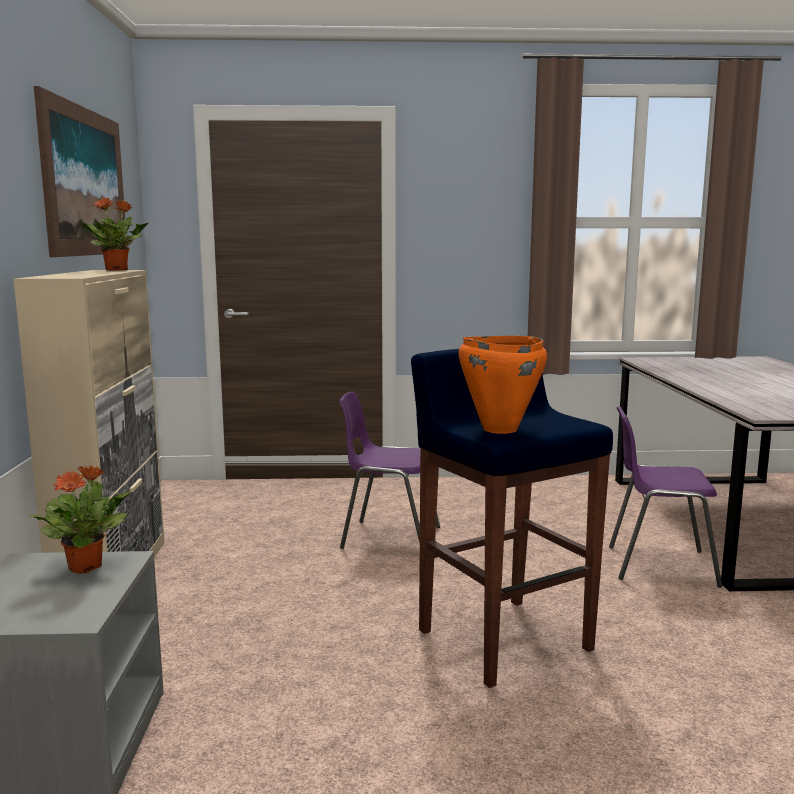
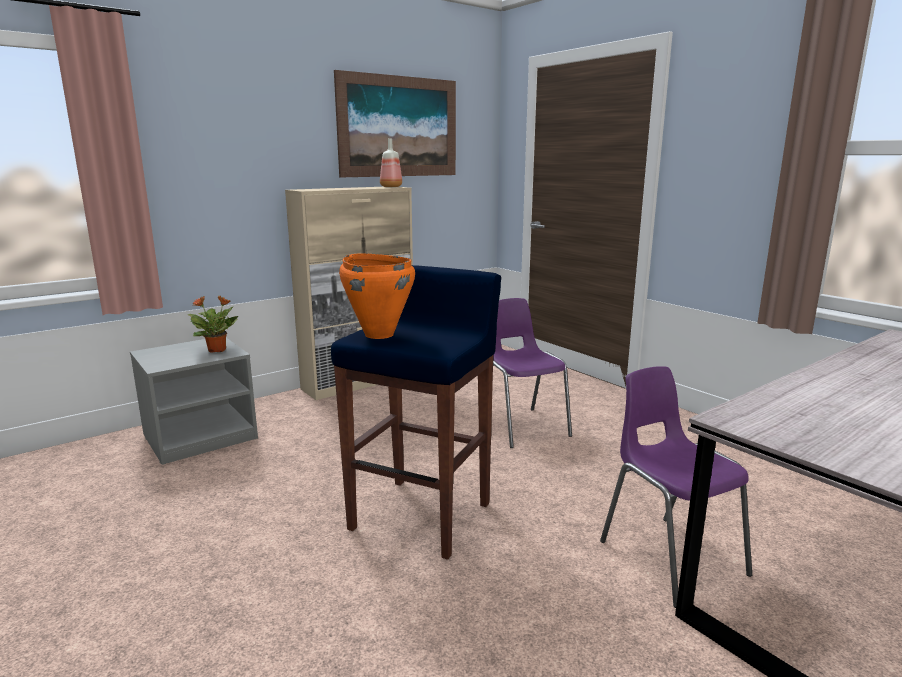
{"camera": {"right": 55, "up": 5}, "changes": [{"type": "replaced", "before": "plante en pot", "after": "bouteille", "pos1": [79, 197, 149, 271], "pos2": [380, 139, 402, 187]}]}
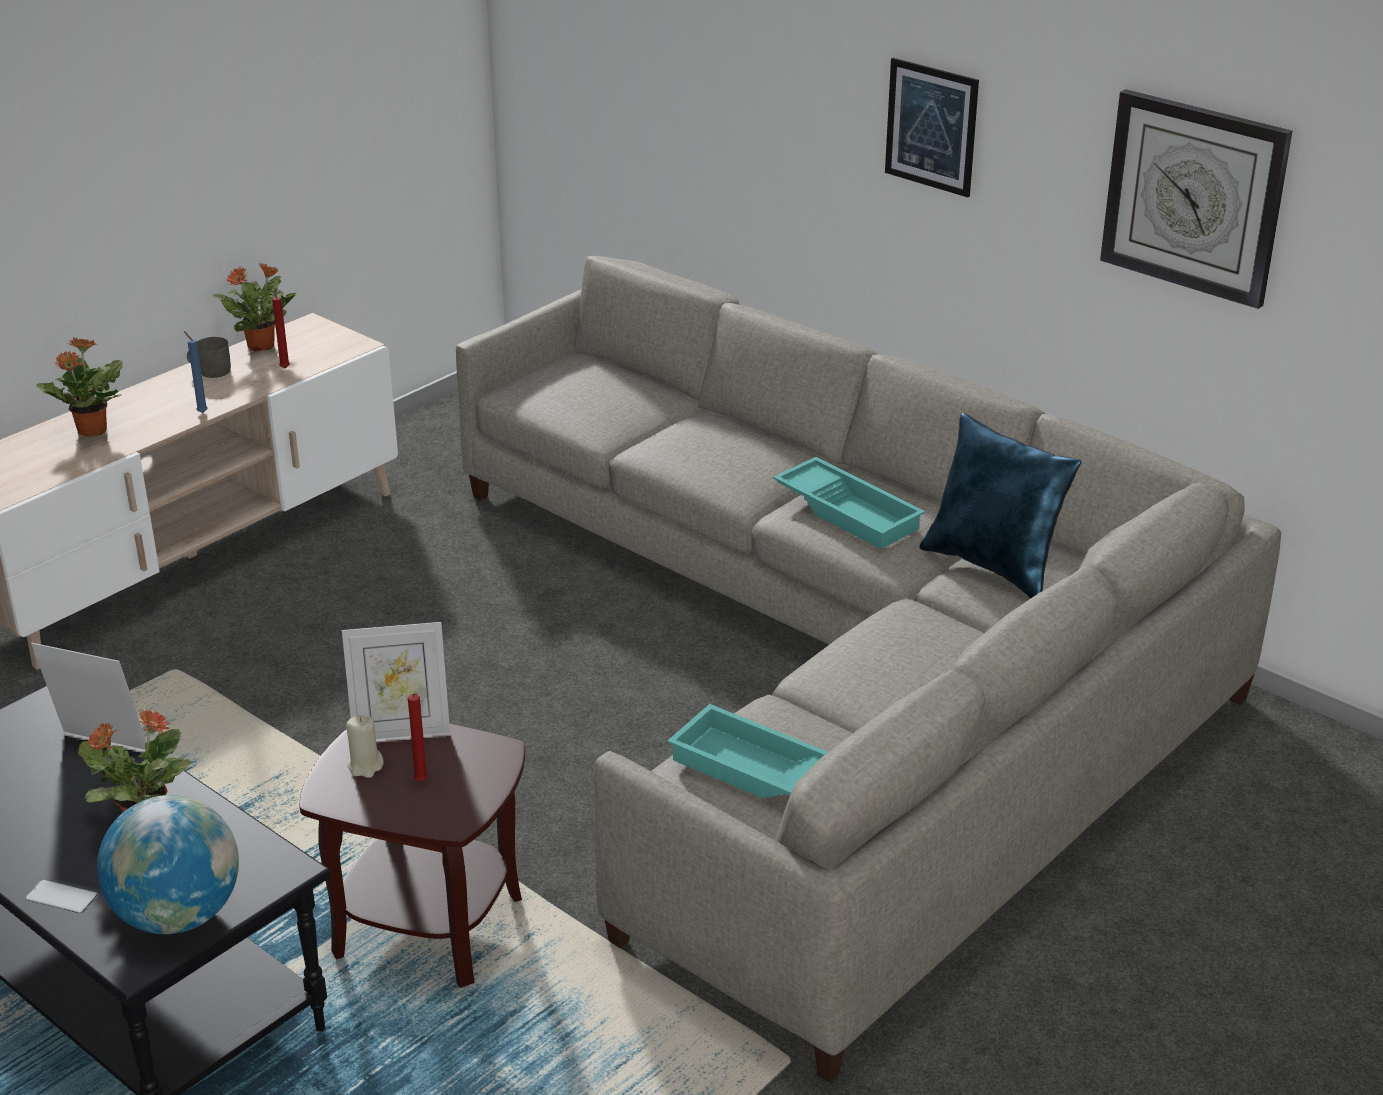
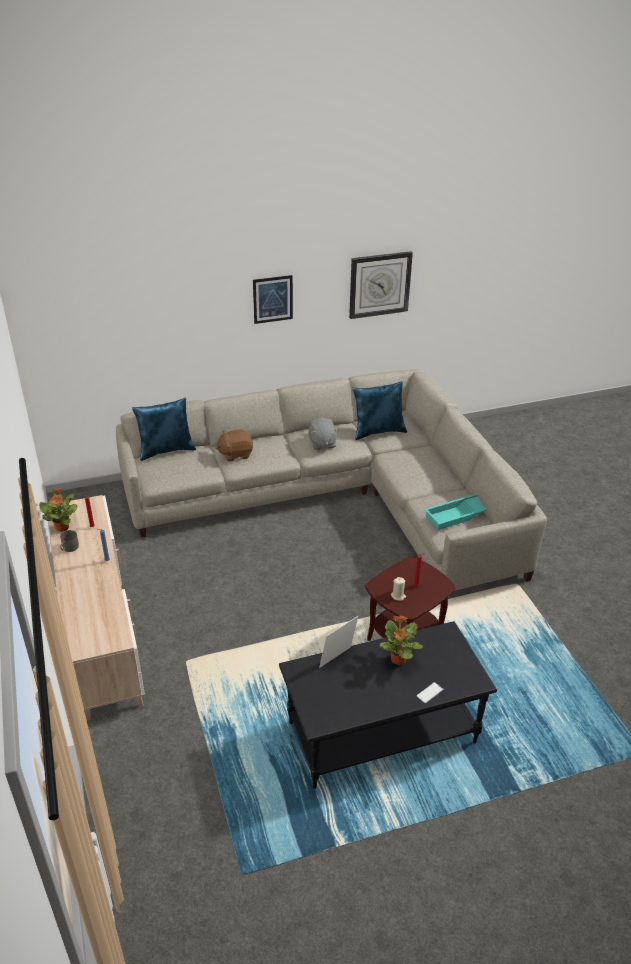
{"camera": {"right": -60, "up": 5}, "changes": [{"type": "removed", "before": "plante en pot", "pos1": [36, 337, 123, 437]}, {"type": "removed", "before": "globe", "pos1": [97, 795, 239, 934]}, {"type": "removed", "before": "cadre photo", "pos1": [342, 622, 450, 739]}, {"type": "added", "after": "coussin (bleu)", "pos2": [132, 398, 196, 461]}, {"type": "added", "after": "peluche (marron)", "pos2": [215, 429, 253, 462]}, {"type": "replaced", "before": "plateau (turquoise)", "after": "peluche (gris)", "pos1": [773, 457, 925, 549], "pos2": [308, 418, 339, 450]}]}
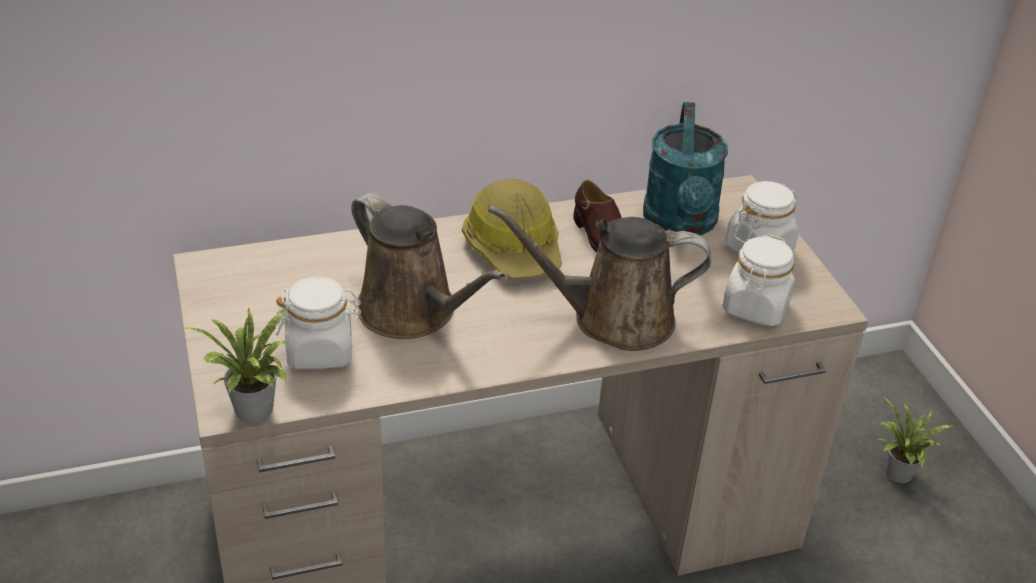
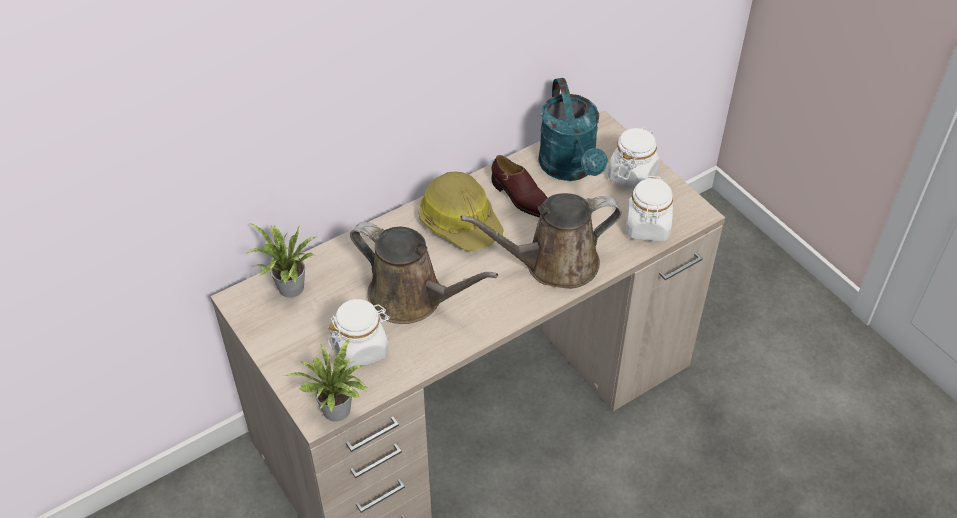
{"camera": {"right": -15, "up": 10}, "changes": [{"type": "moved", "before": "plante en pot", "pos1": [877, 397, 952, 483], "pos2": [245, 224, 316, 298]}]}
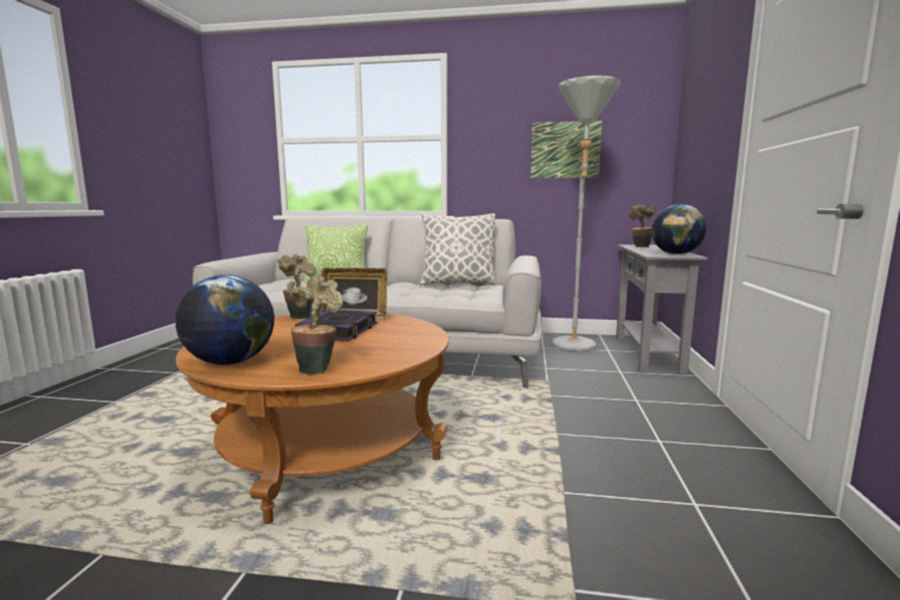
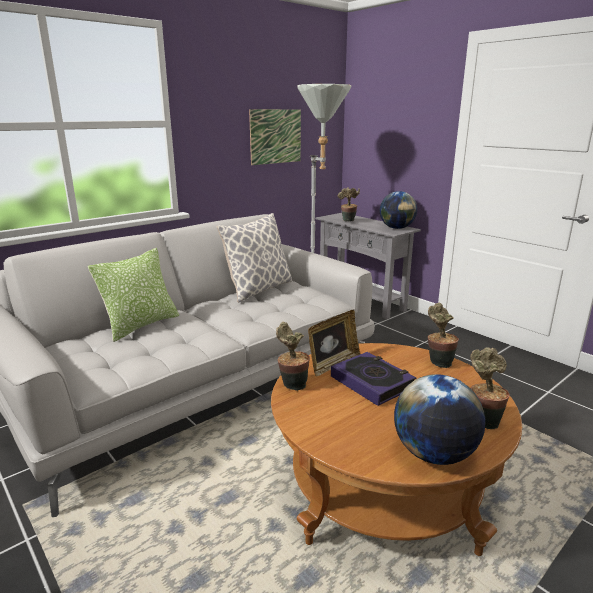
{"camera": {"right": -50, "up": 10}, "changes": [{"type": "added", "after": "plante en pot", "pos2": [428, 303, 459, 368]}]}
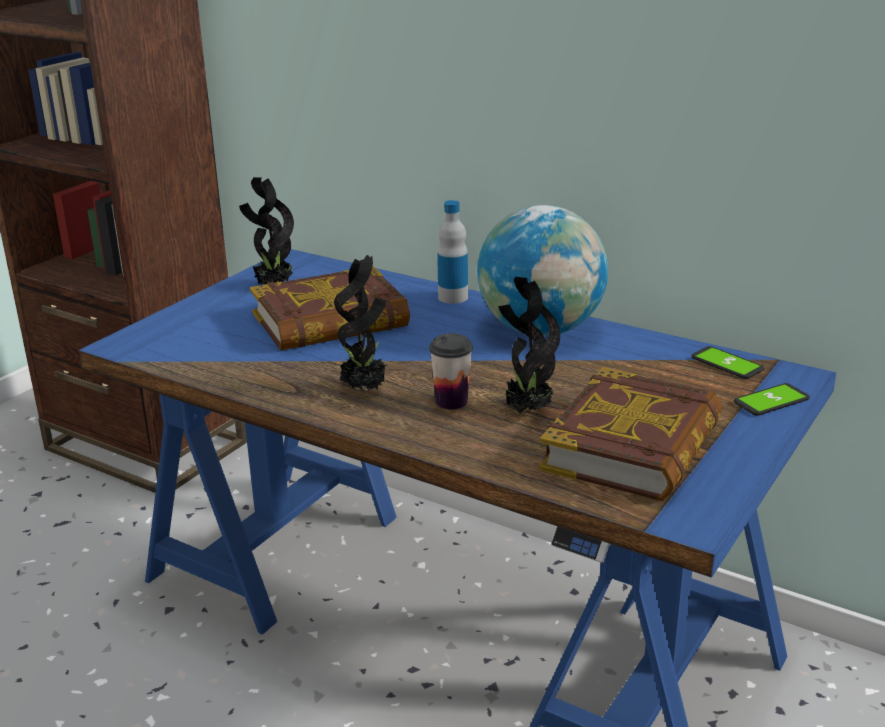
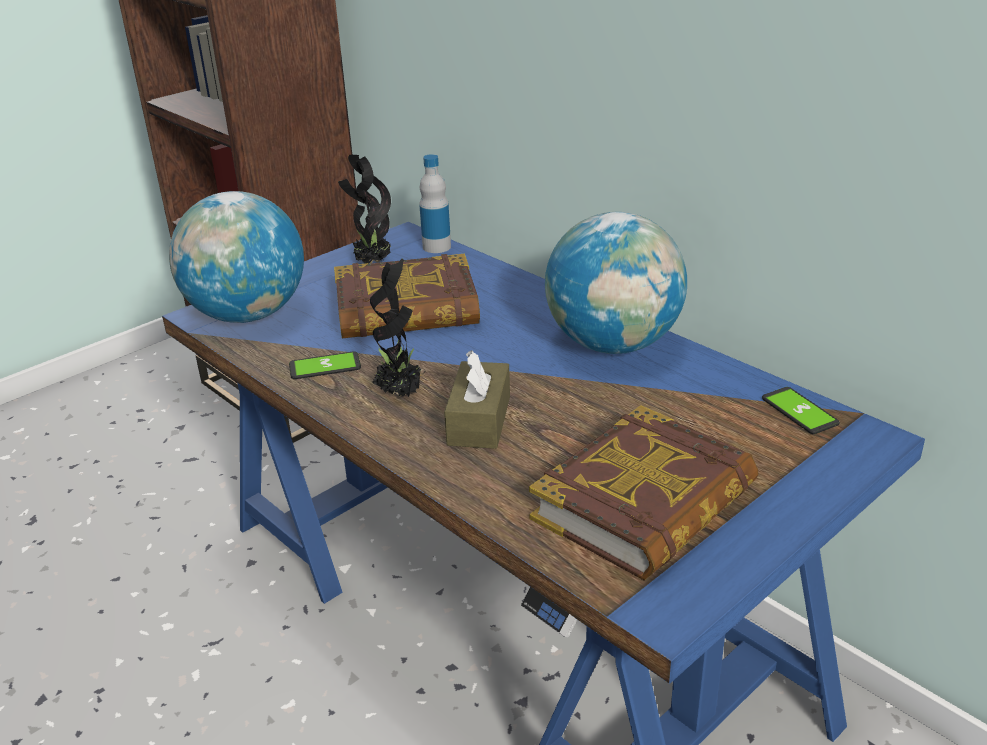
{"camera": {"right": 15, "up": 5}, "changes": [{"type": "removed", "before": "plante en pot", "pos1": [498, 277, 560, 413]}, {"type": "added", "after": "globe", "pos2": [169, 191, 304, 323]}, {"type": "moved", "before": "bouteille", "pos1": [437, 200, 468, 304], "pos2": [419, 154, 451, 253]}, {"type": "moved", "before": "téléphone", "pos1": [734, 383, 810, 416], "pos2": [289, 351, 361, 379]}, {"type": "replaced", "before": "tasse", "after": "boîte à mouchoirs (marron)", "pos1": [429, 333, 473, 410], "pos2": [444, 350, 510, 449]}]}
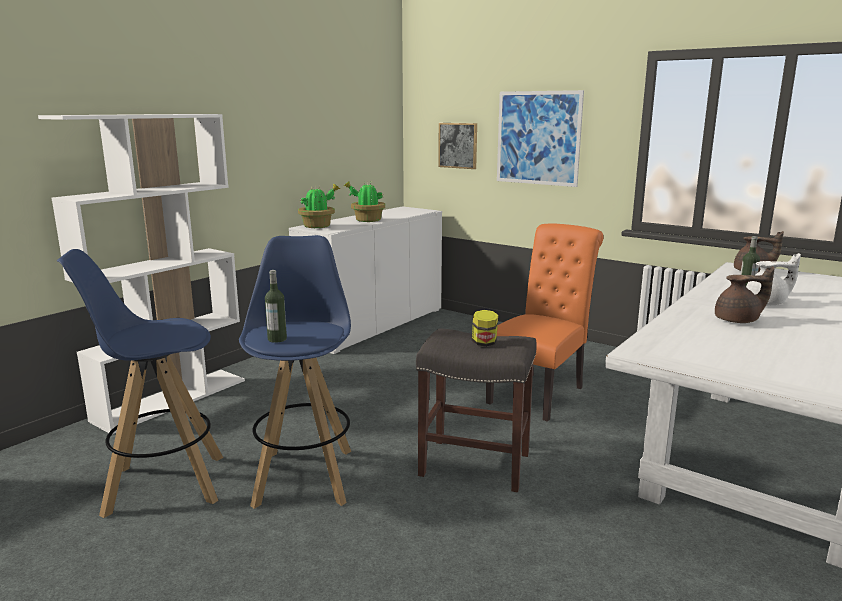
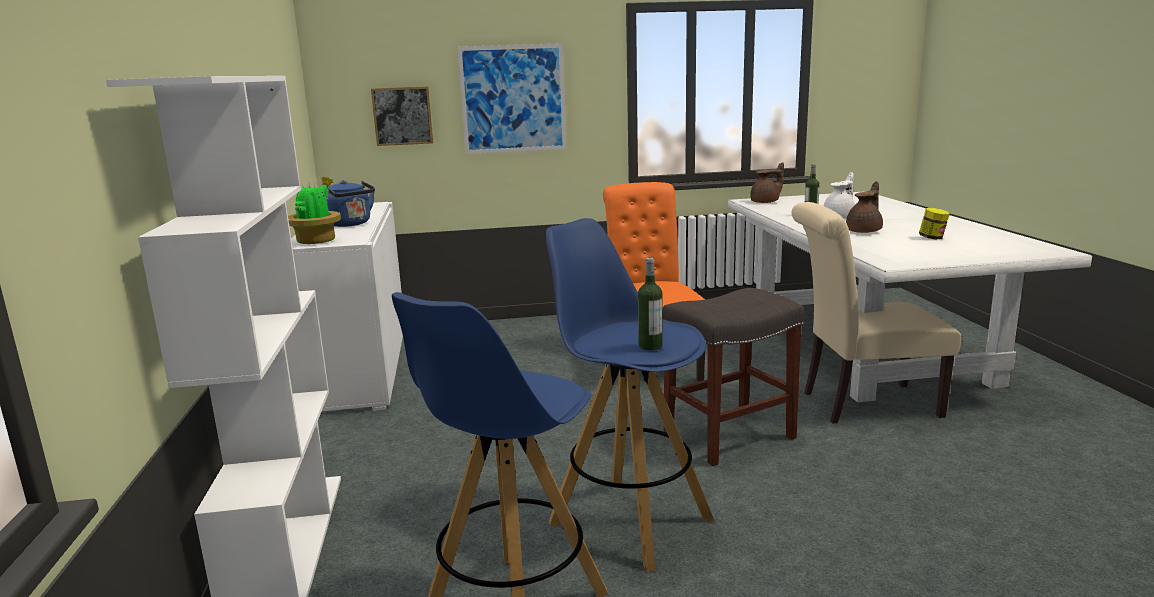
{"camera": {"right": -45, "up": 0}, "changes": [{"type": "added", "after": "chaise (beige)", "pos2": [791, 202, 961, 424]}, {"type": "moved", "before": "bocal", "pos1": [472, 310, 498, 347], "pos2": [919, 208, 950, 239]}, {"type": "replaced", "before": "plante en pot", "after": "bouilloire (bleu)", "pos1": [344, 181, 386, 222], "pos2": [326, 180, 375, 227]}]}
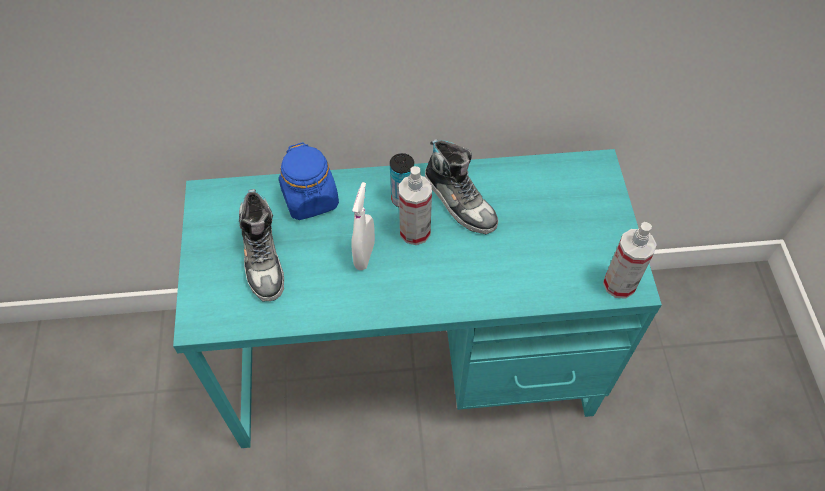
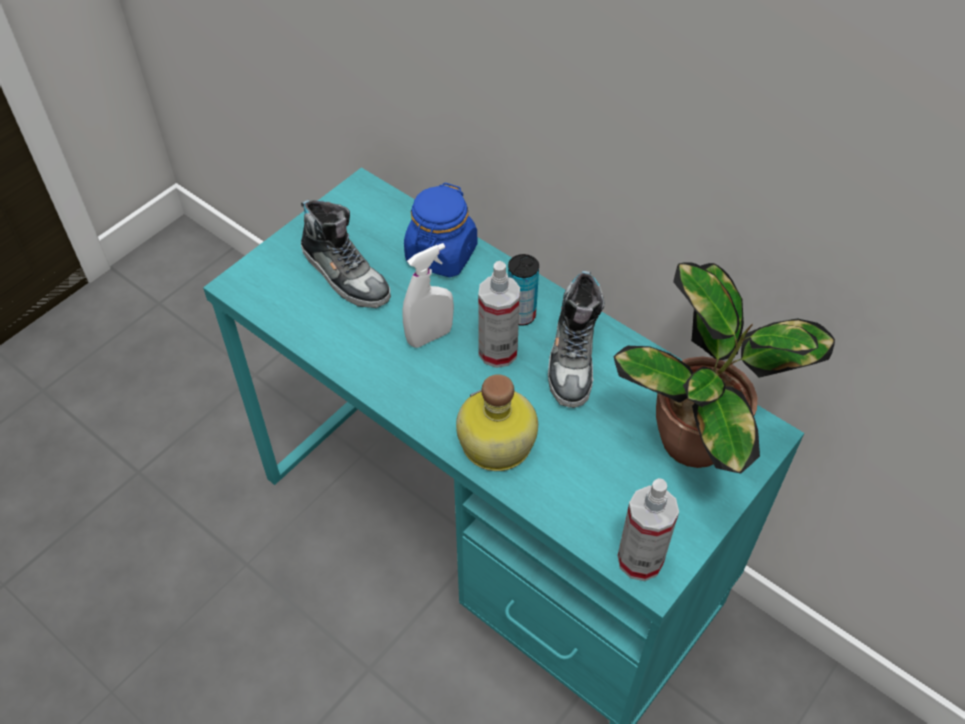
{"camera": {"right": 45, "up": -5}, "changes": [{"type": "added", "after": "bouteille", "pos2": [456, 374, 538, 471]}, {"type": "added", "after": "plante en pot", "pos2": [614, 262, 835, 474]}, {"type": "turned", "before": "chaussure", "pos1": [238, 189, 284, 302], "pos2": [301, 199, 391, 308], "turn": -75}]}
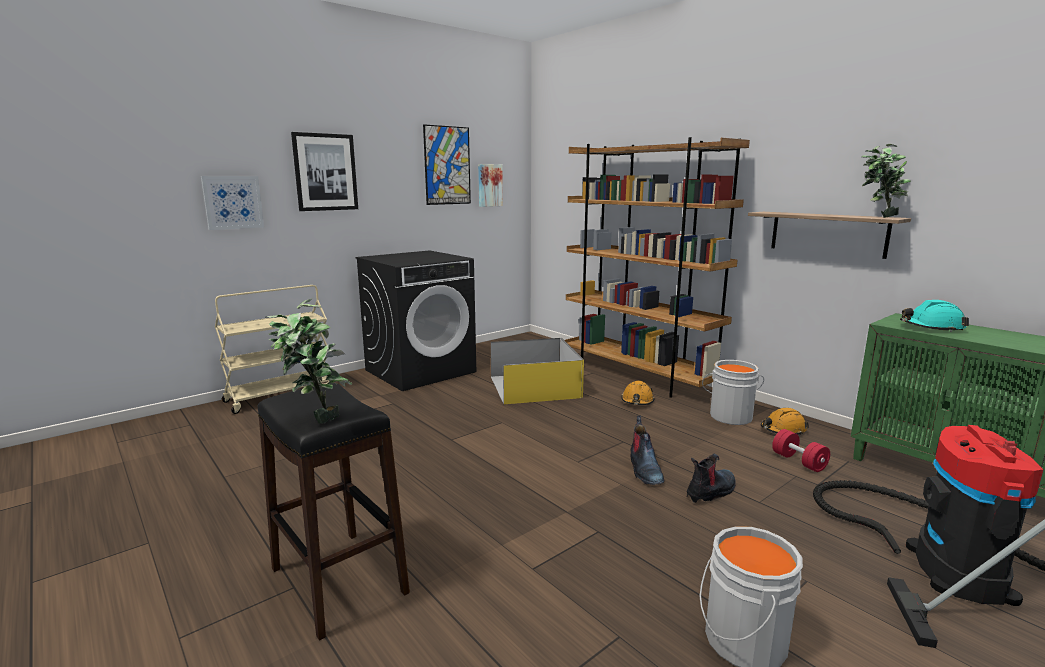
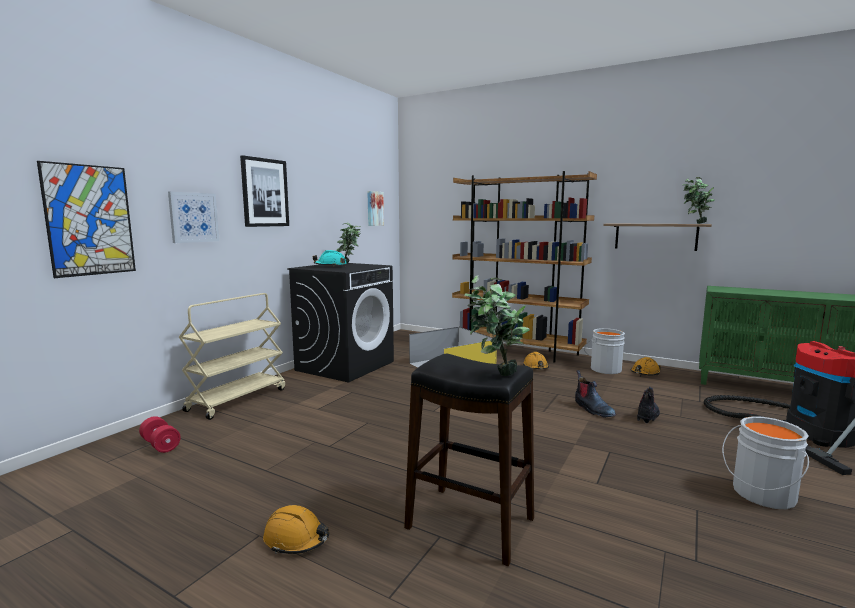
{"camera": {"right": -20, "up": -5}, "changes": [{"type": "added", "after": "casque de chantier (orange)", "pos2": [263, 505, 329, 554]}, {"type": "added", "after": "plante en pot", "pos2": [336, 223, 361, 264]}, {"type": "moved", "before": "tableau", "pos1": [423, 124, 471, 205], "pos2": [37, 161, 136, 278]}, {"type": "moved", "before": "haltère (rouge)", "pos1": [772, 429, 830, 472], "pos2": [139, 416, 181, 453]}, {"type": "moved", "before": "casque de chantier (turquoise)", "pos1": [900, 300, 969, 332], "pos2": [313, 250, 347, 266]}]}
